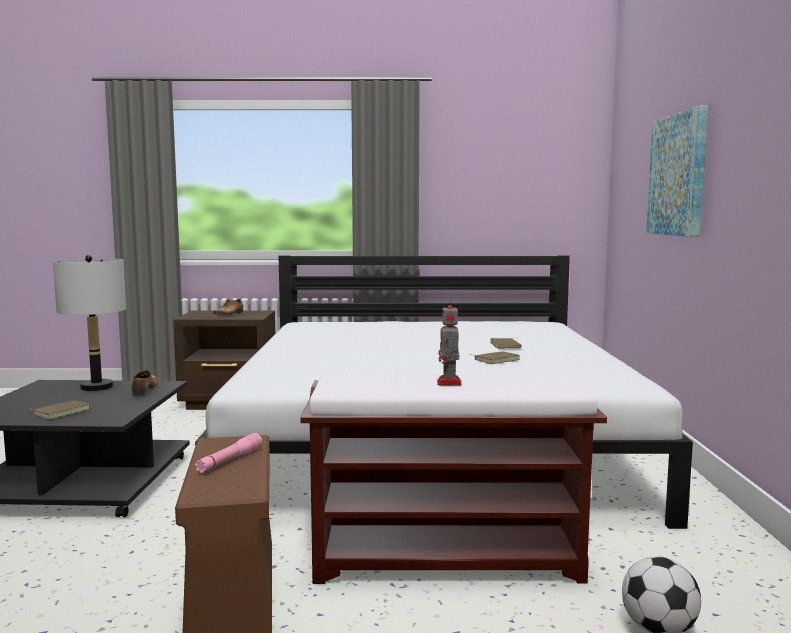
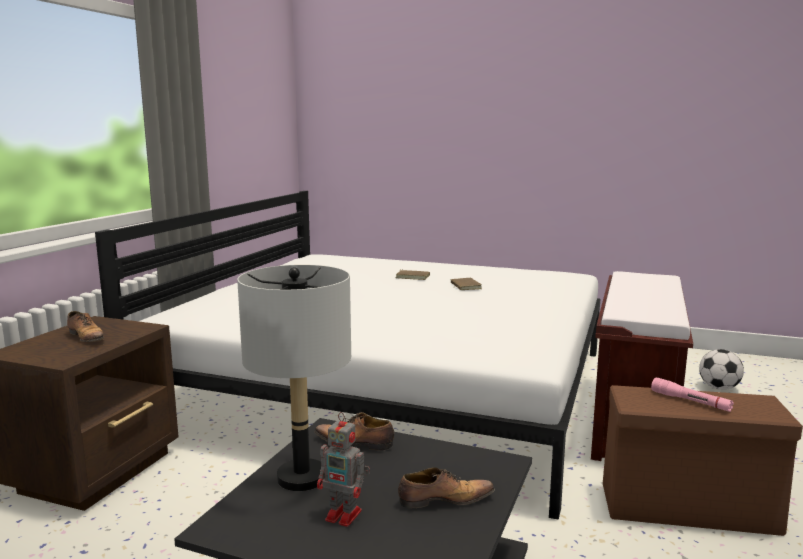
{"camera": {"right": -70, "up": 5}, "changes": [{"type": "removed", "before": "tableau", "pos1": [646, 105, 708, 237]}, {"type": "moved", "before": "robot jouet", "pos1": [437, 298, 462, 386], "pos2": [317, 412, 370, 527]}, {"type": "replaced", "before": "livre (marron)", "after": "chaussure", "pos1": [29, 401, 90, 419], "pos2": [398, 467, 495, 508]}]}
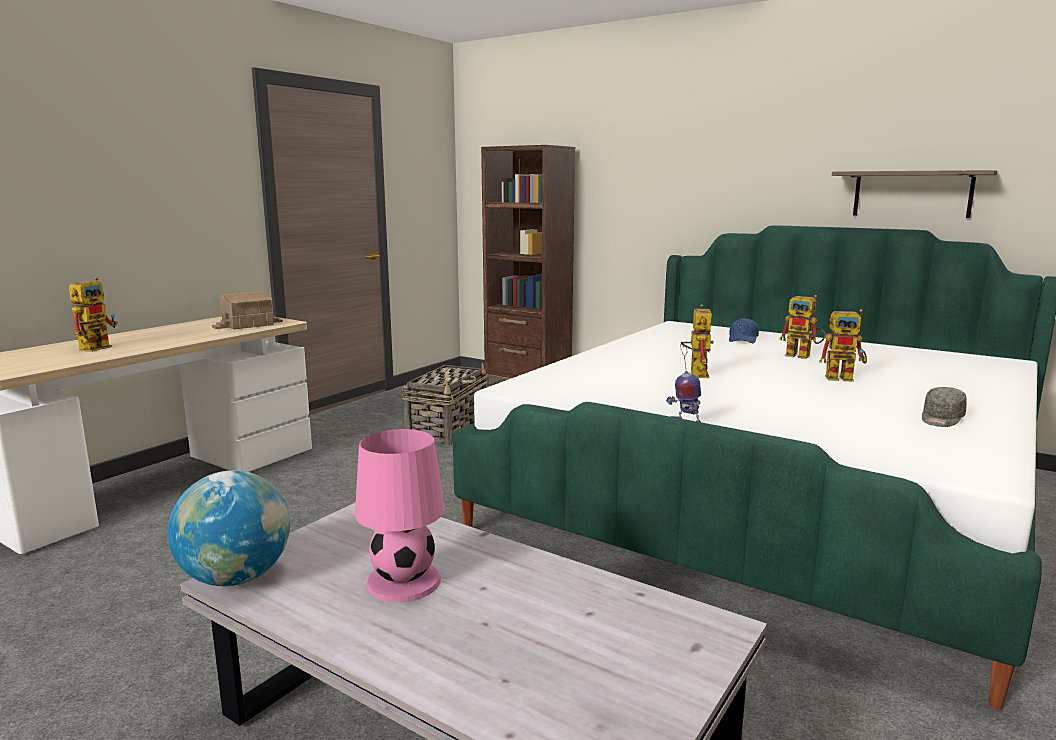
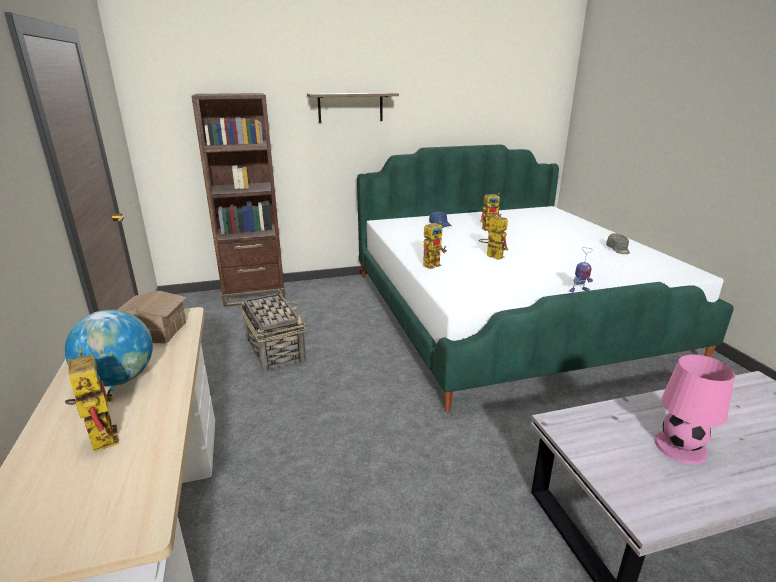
{"camera": {"right": -50, "up": 10}, "changes": [{"type": "moved", "before": "globe", "pos1": [168, 470, 290, 586], "pos2": [65, 310, 153, 387]}, {"type": "moved", "before": "robot jouet", "pos1": [819, 309, 867, 382], "pos2": [423, 221, 447, 269]}, {"type": "moved", "before": "étagère", "pos1": [832, 170, 997, 218], "pos2": [307, 93, 399, 123]}]}
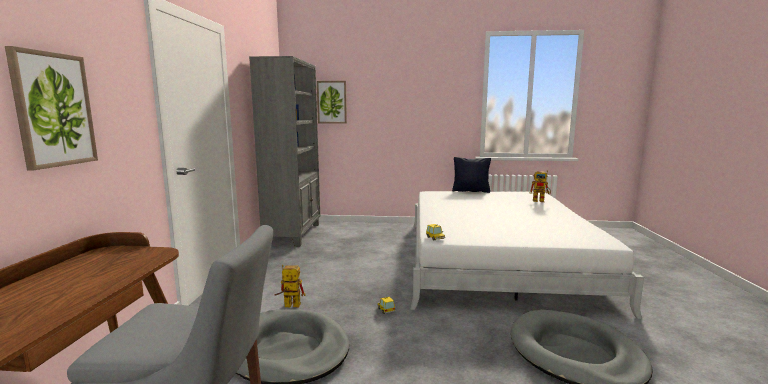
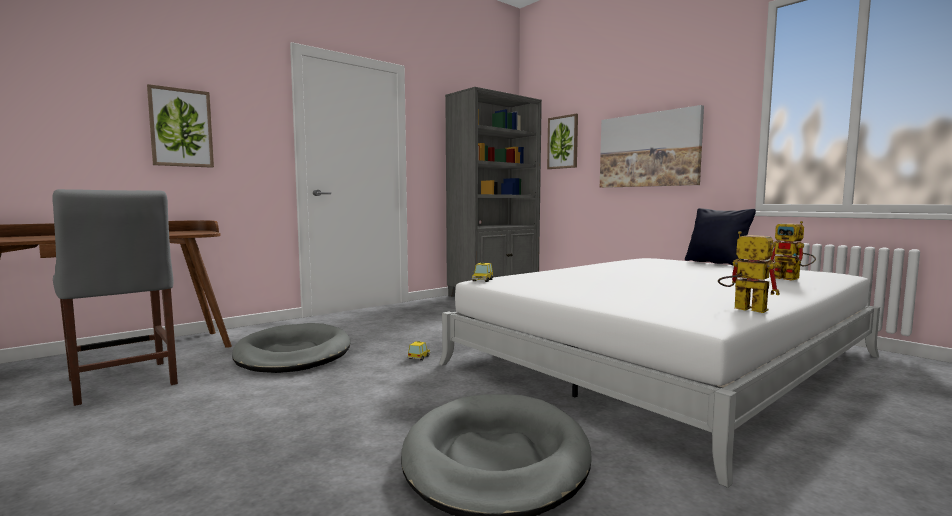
{"camera": {"right": 45, "up": -5}, "changes": [{"type": "added", "after": "tableau", "pos2": [600, 105, 704, 188]}, {"type": "moved", "before": "robot jouet", "pos1": [275, 265, 306, 308], "pos2": [718, 231, 780, 313]}]}
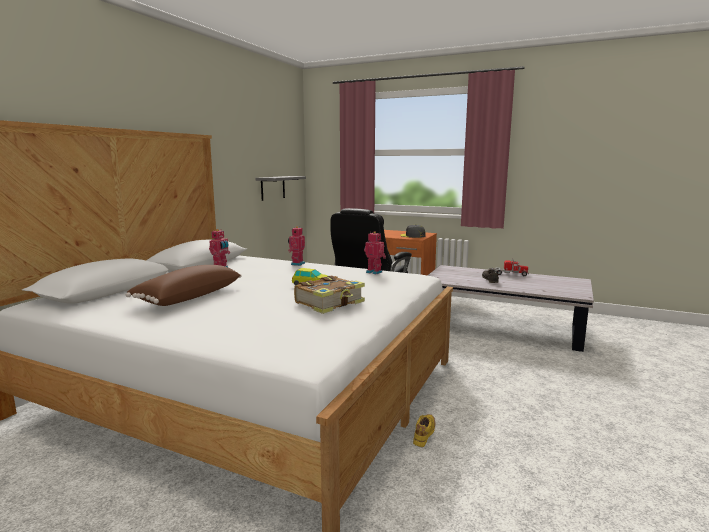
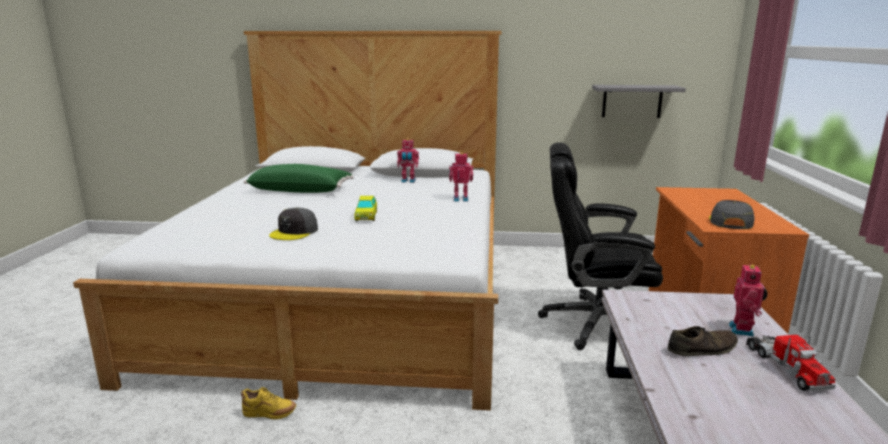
{"camera": {"right": 70, "up": 5}, "changes": [{"type": "moved", "before": "robot jouet", "pos1": [364, 231, 386, 274], "pos2": [729, 263, 767, 337]}, {"type": "replaced", "before": "livre", "after": "casquette (gris)", "pos1": [294, 276, 365, 314], "pos2": [269, 208, 318, 240]}, {"type": "recoloured", "before": "coussin (marron)", "after": "coussin (vert)", "pos1": [126, 265, 242, 306], "pos2": [244, 164, 354, 193]}]}
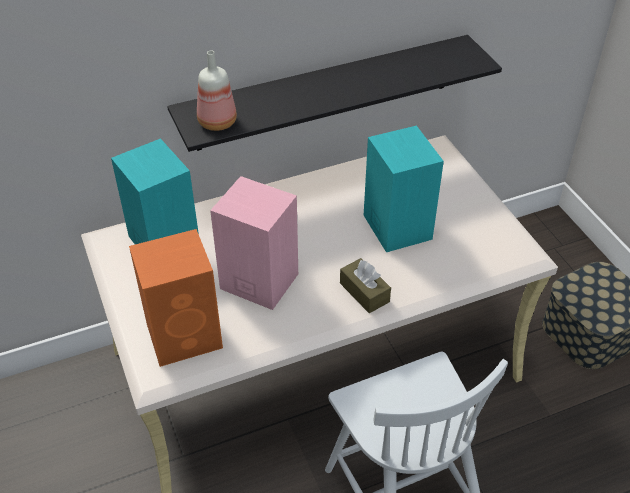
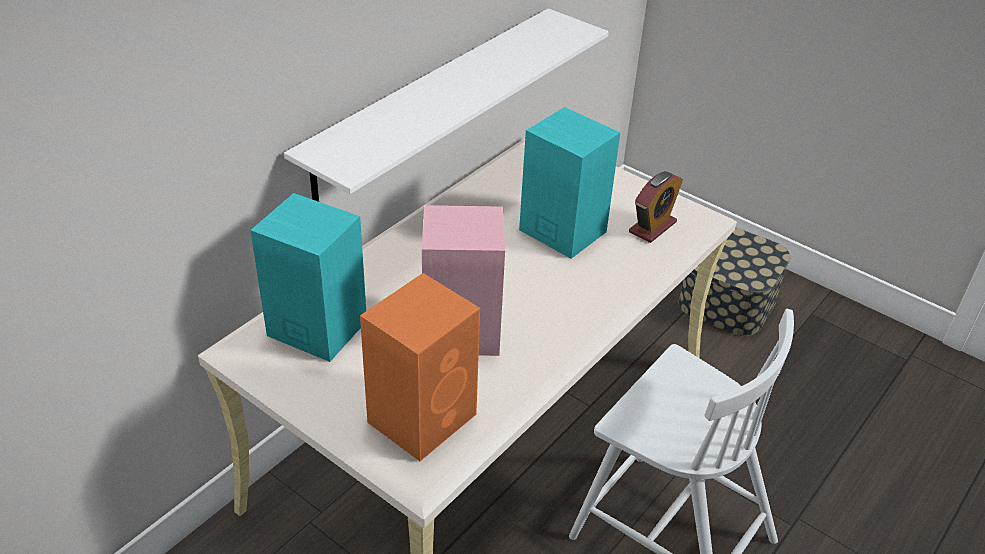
{"camera": {"right": -30, "up": -5}, "changes": [{"type": "removed", "before": "bouteille", "pos1": [197, 51, 237, 131]}, {"type": "removed", "before": "boîte à mouchoirs (marron)", "pos1": [340, 258, 391, 313]}, {"type": "added", "after": "réveil", "pos2": [629, 171, 683, 243]}, {"type": "recoloured", "before": "étagère (noir)", "after": "étagère (blanc)", "pos1": [167, 35, 502, 152], "pos2": [284, 8, 609, 202]}]}
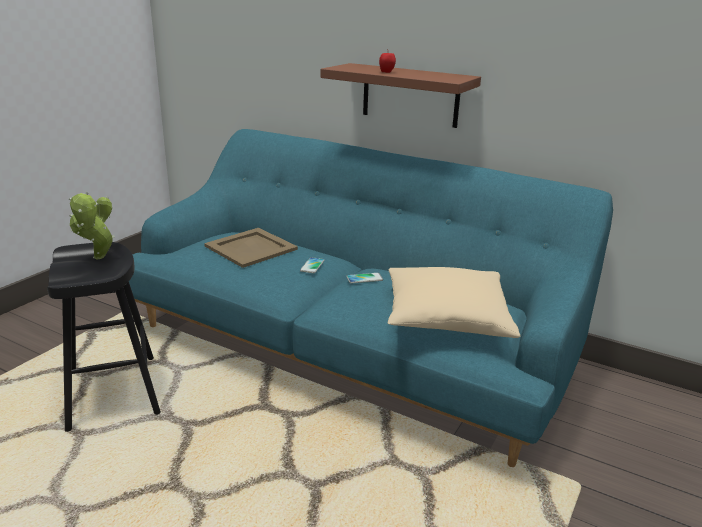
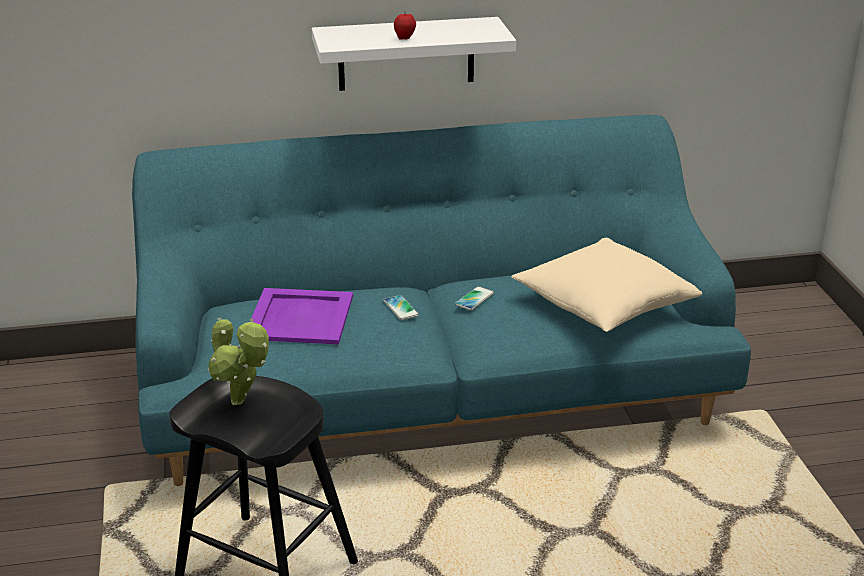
{"camera": {"right": -40, "up": 5}, "changes": [{"type": "recoloured", "before": "plateau (beige)", "after": "plateau (violet)", "pos1": [204, 228, 298, 268], "pos2": [251, 288, 353, 344]}, {"type": "recoloured", "before": "étagère (marron)", "after": "étagère (blanc)", "pos1": [321, 63, 481, 128], "pos2": [312, 17, 516, 91]}]}
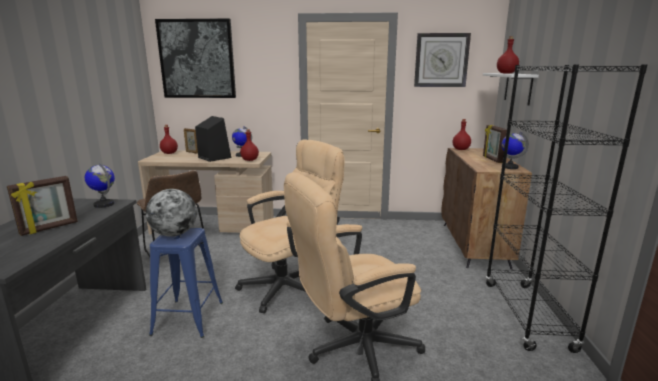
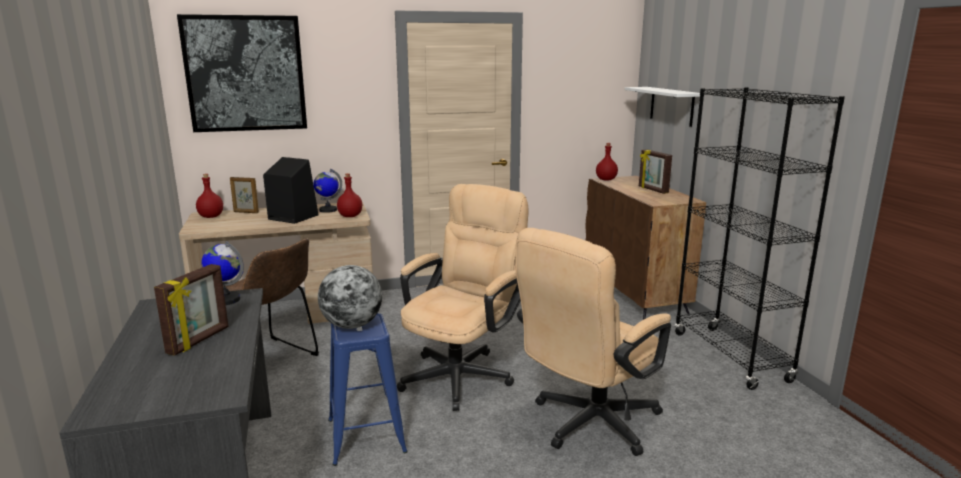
{"camera": {"right": -20, "up": 0}, "changes": [{"type": "removed", "before": "horloge murale", "pos1": [414, 33, 471, 87]}, {"type": "removed", "before": "bouteille (rouge)", "pos1": [497, 36, 519, 74]}, {"type": "removed", "before": "globe", "pos1": [502, 131, 529, 169]}]}
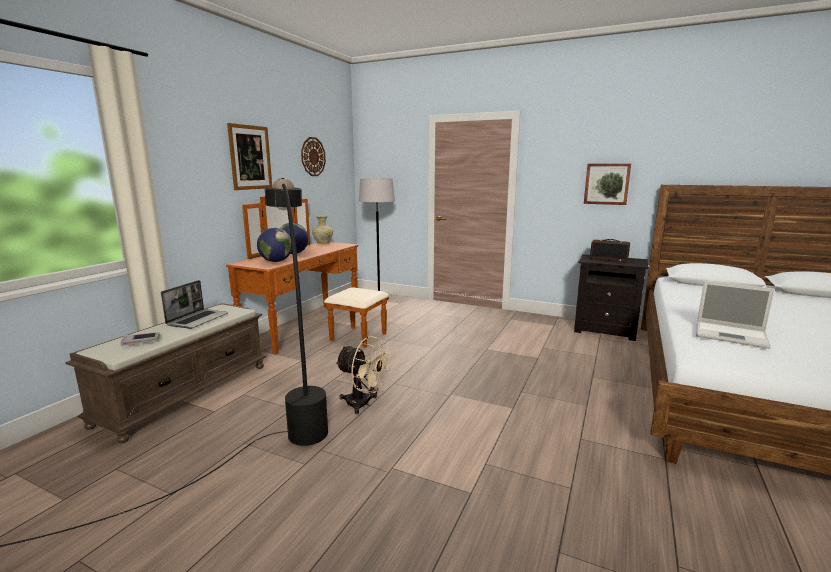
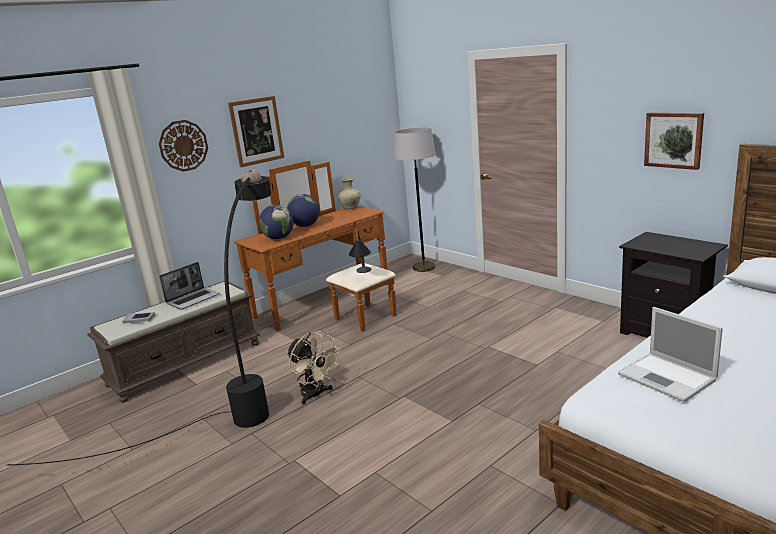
{"camera": {"right": 25, "up": 5}, "changes": [{"type": "removed", "before": "radio", "pos1": [590, 239, 630, 262]}, {"type": "added", "after": "lampe de table", "pos2": [349, 231, 371, 273]}, {"type": "moved", "before": "horloge murale", "pos1": [301, 137, 326, 176], "pos2": [159, 120, 208, 172]}]}
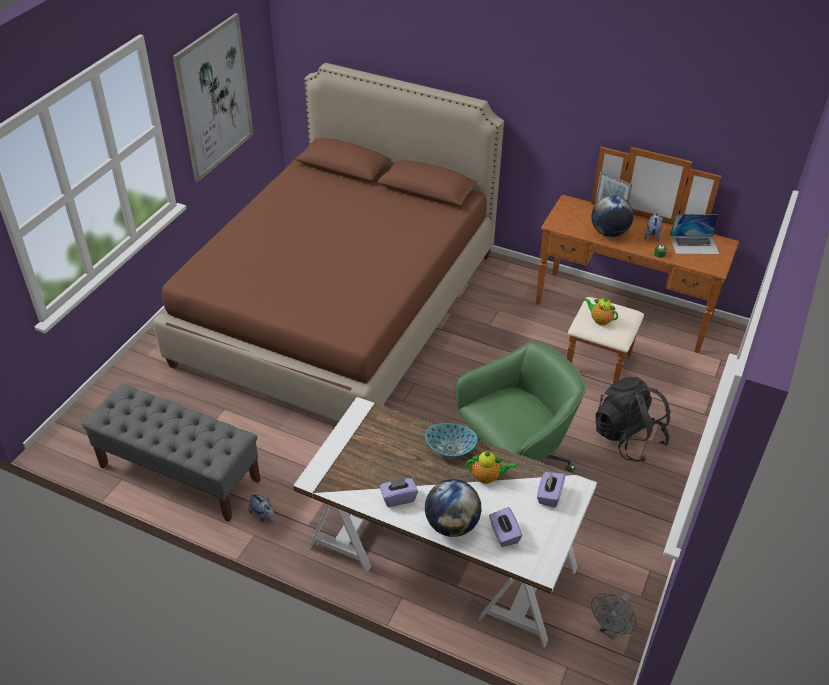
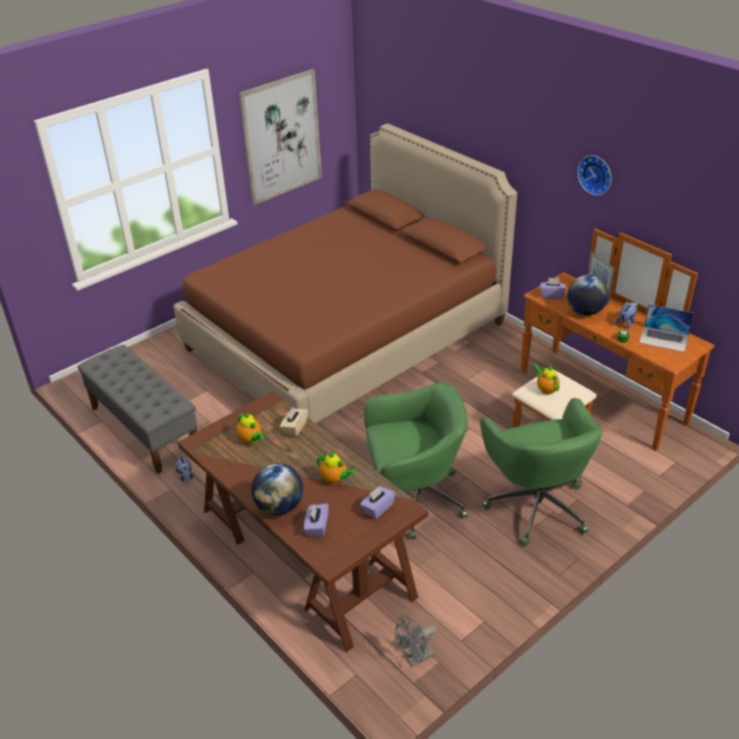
{"camera": {"right": 25, "up": -5}, "changes": [{"type": "removed", "before": "bol", "pos1": [425, 423, 477, 457]}, {"type": "added", "after": "théière", "pos2": [236, 413, 265, 444]}, {"type": "added", "after": "boîte à mouchoirs (beige)", "pos2": [280, 407, 308, 437]}, {"type": "added", "after": "horloge murale", "pos2": [577, 155, 611, 195]}, {"type": "moved", "before": "boîte à mouchoirs (violet)", "pos1": [379, 477, 418, 507], "pos2": [540, 277, 566, 299]}, {"type": "replaced", "before": "sac à dos (noir)", "after": "chaise de bureau (vert)", "pos1": [596, 377, 670, 462], "pos2": [480, 398, 603, 546]}, {"type": "recoloured", "before": "bureau (blanc)", "after": "bureau (marron)", "pos1": [293, 397, 597, 648], "pos2": [178, 391, 428, 652]}]}
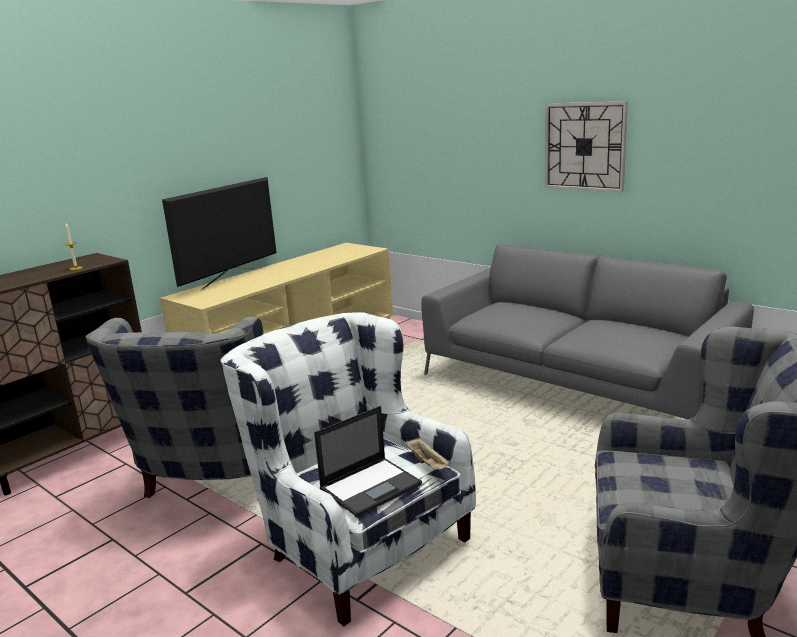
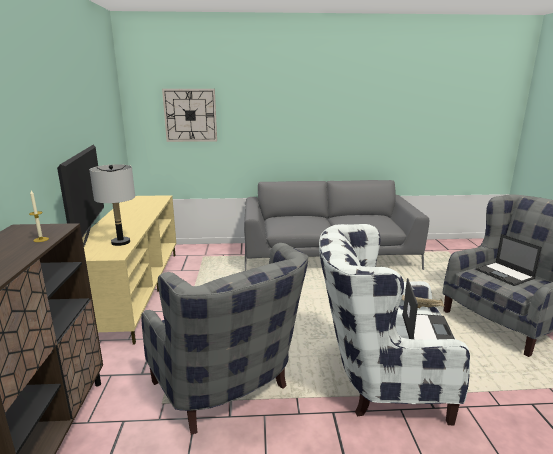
{"camera": {"right": -45, "up": 0}, "changes": [{"type": "added", "after": "lampe de table (gris)", "pos2": [89, 164, 135, 246]}, {"type": "added", "after": "ordinateur portable", "pos2": [476, 234, 542, 286]}, {"type": "moved", "before": "horloge murale", "pos1": [545, 101, 628, 192], "pos2": [162, 89, 217, 142]}]}
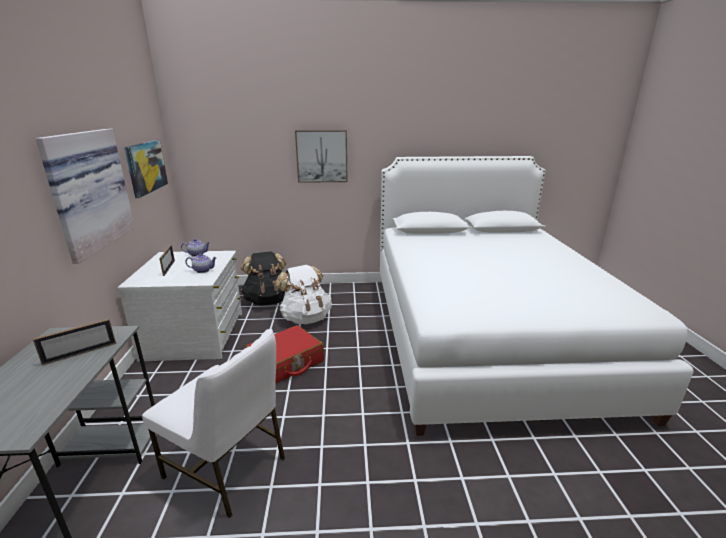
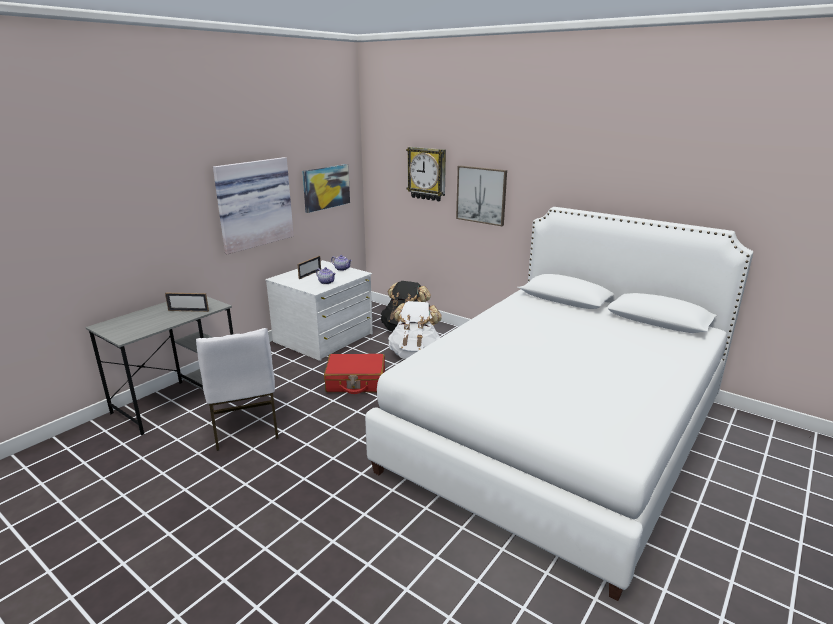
{"camera": {"right": 40, "up": 0}, "changes": [{"type": "added", "after": "horloge murale", "pos2": [406, 147, 446, 201]}]}
